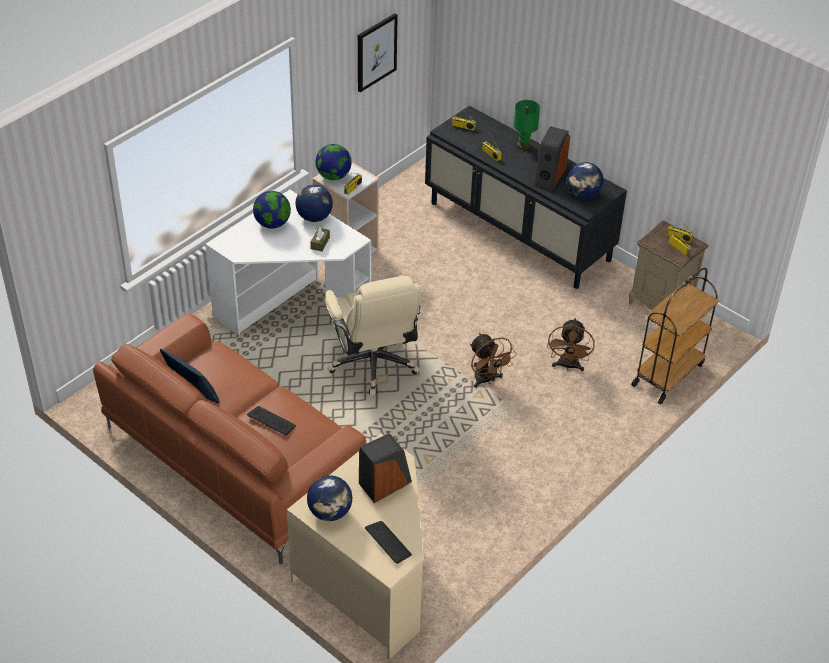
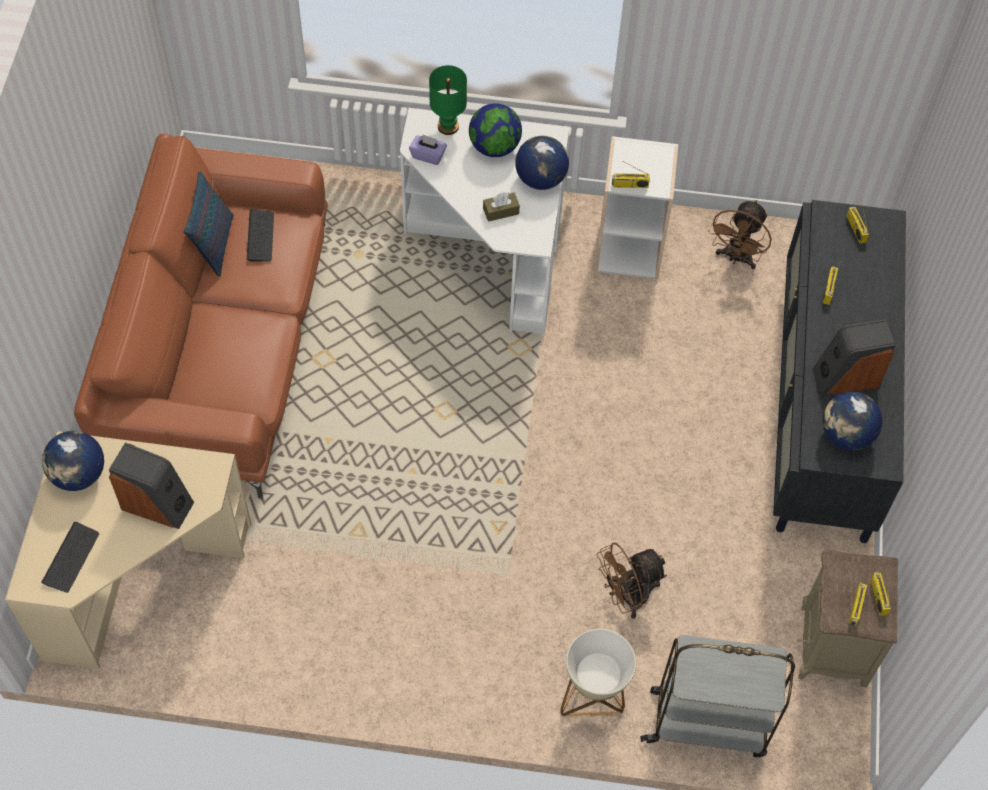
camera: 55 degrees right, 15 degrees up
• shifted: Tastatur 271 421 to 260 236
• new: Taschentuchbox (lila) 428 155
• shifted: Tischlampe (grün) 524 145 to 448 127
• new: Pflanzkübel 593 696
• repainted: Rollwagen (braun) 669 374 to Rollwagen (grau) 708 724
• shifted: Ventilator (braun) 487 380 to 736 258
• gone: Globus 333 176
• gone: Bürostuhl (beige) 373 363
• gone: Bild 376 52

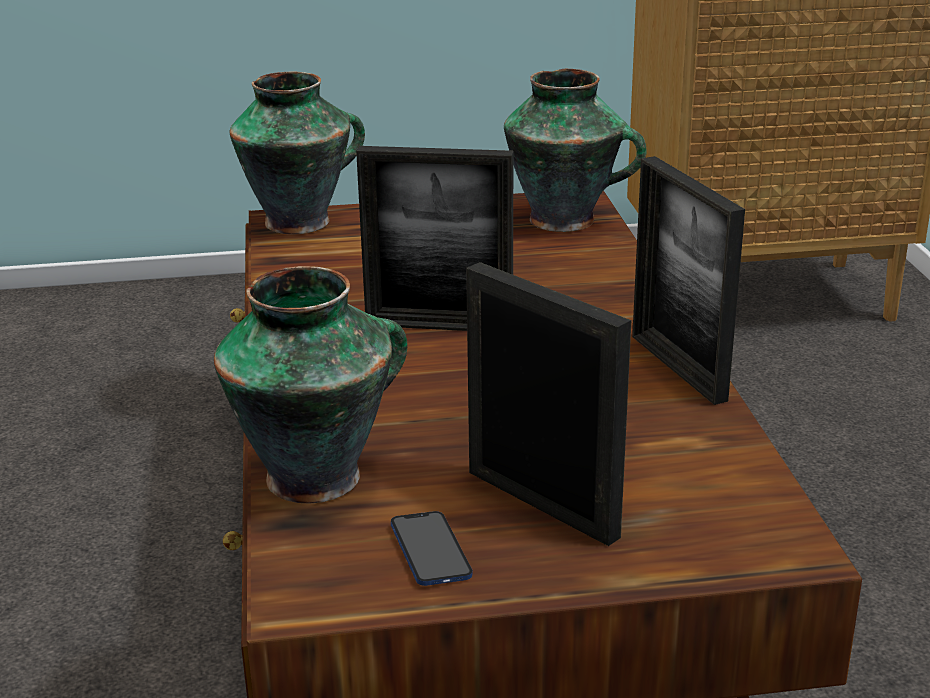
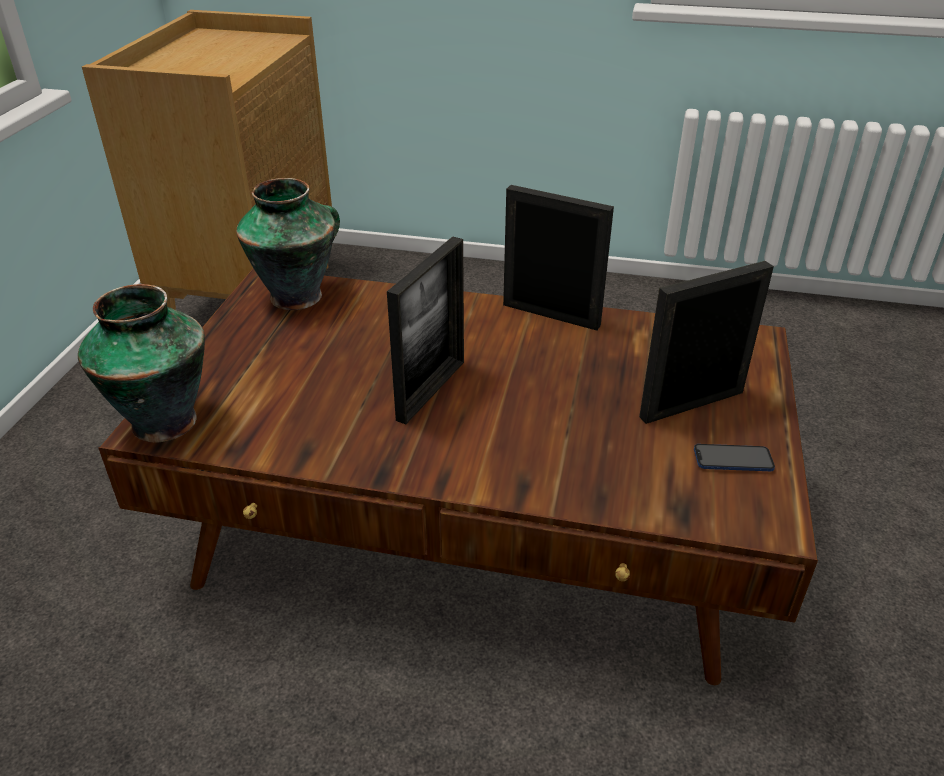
camera: 70 degrees left, 10 degrees up
• rotated: Bilderrahmen 678 367 = 551 315 150 degrees counterclockwise
• gone: Vase 318 476

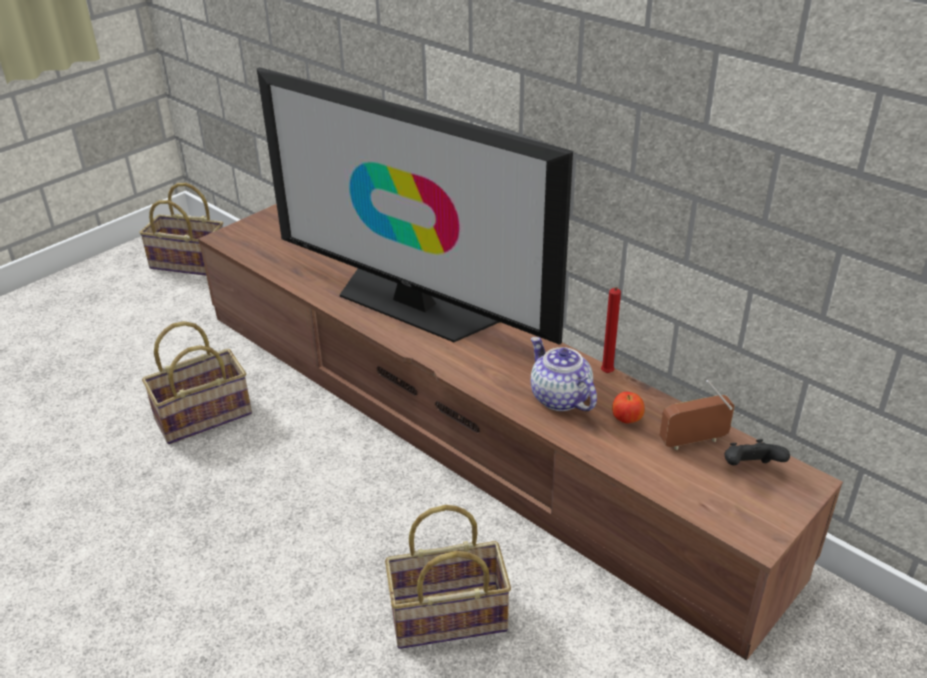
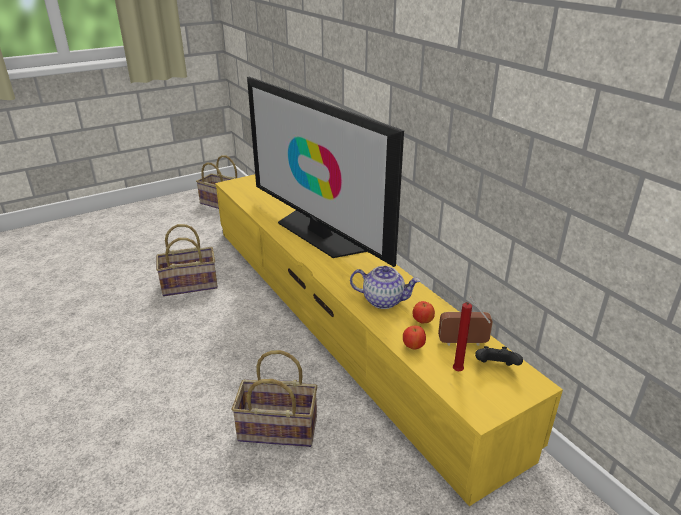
camera: 15 degrees right, 5 degrees down
• repainted: Fernsehschrank (braun) 465 426 to Fernsehschrank (gelb) 341 318
• rotated: Teekanne 559 398 = 384 300 120 degrees clockwise
• new: Apfel 413 346
• shifted: Kerze (rot) 606 374 to 457 372

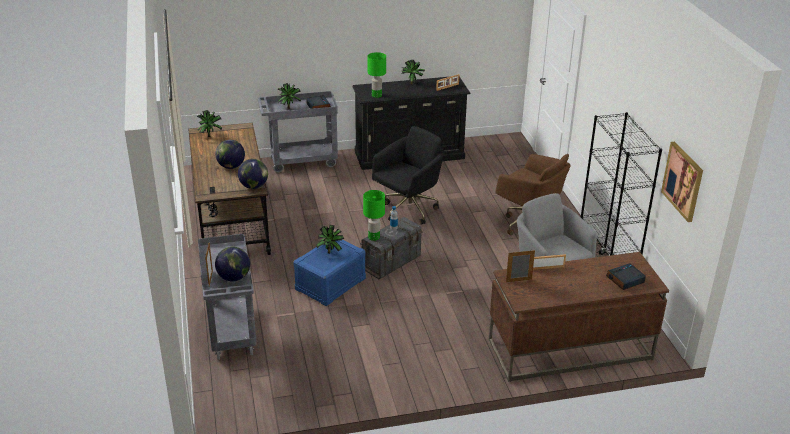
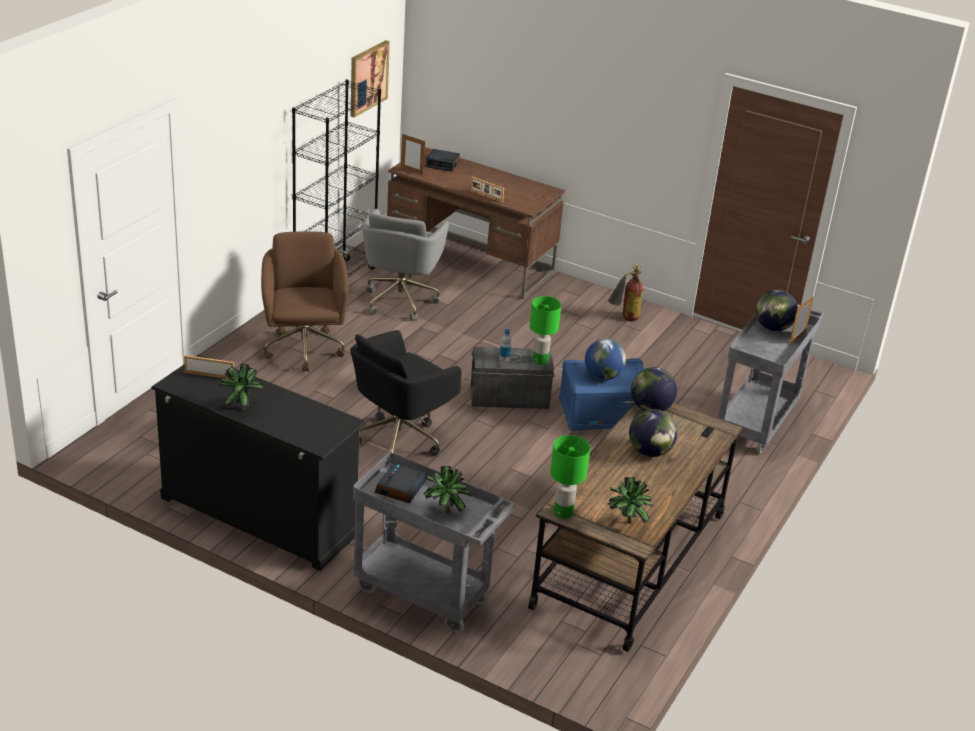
camera: 140 degrees left, 0 degrees up
• rotated: Bürostuhl (schwarz) 408 211 = 401 439 45 degrees counterclockwise
• shifted: Bilderrahmen 518 281 to 412 171
• shifted: Tischlampe (grün) 376 95 to 563 513
• swapped: Topfpflanze 331 252 to Globus 603 376
• new: Feuerlöscher 624 319

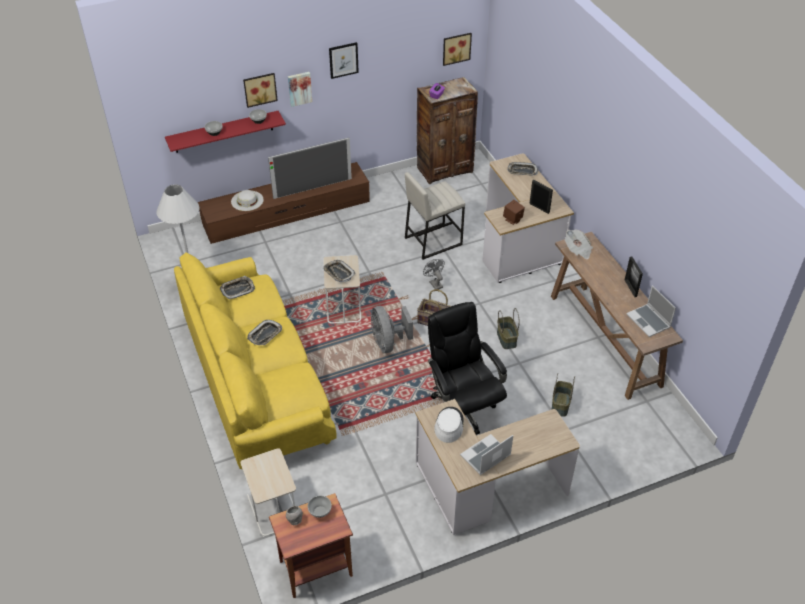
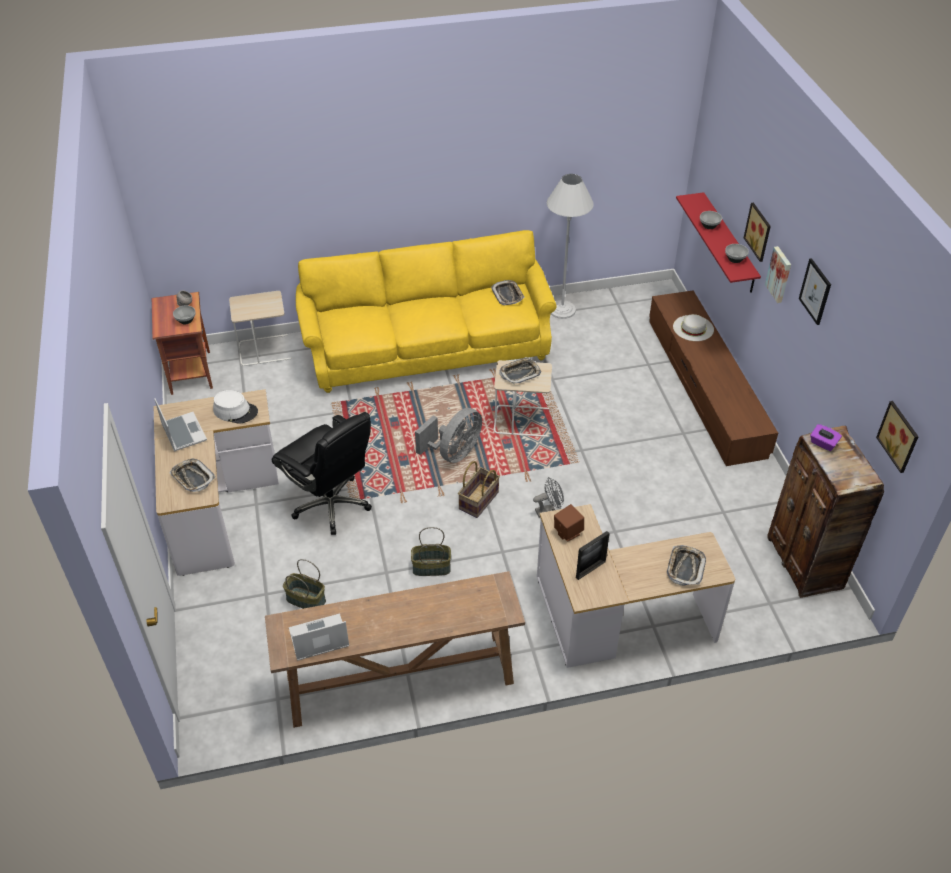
camera: 100 degrees right, 0 degrees up
• shifted: Tablett 265 335 to 192 478
• rotated: Bürostuhl (schwarz) 462 411 = 330 503 60 degrees clockwise
• rotated: Ventilator (grau) 388 342 = 454 453 135 degrees clockwise
• gone: Fernseher 312 188
• gone: Hocker (beige) 433 241
• gone: Zeitung 578 250
• gone: Bilderrahmen 630 288

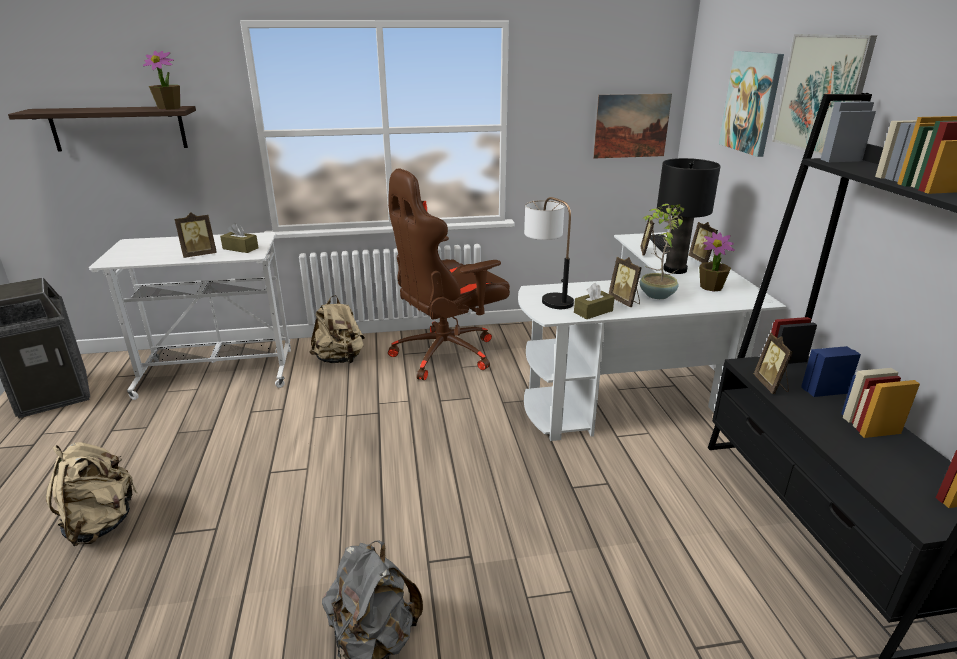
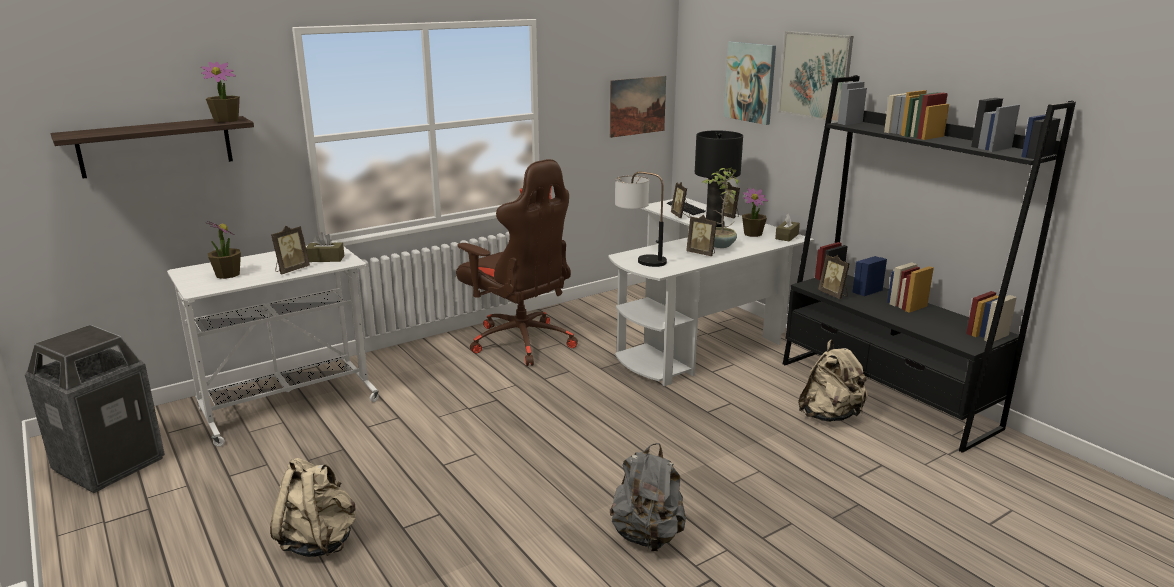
camera: 25 degrees left, 5 degrees down
• new: Topfpflanze 227 274
• rotated: Bürostuhl (braun) 451 352 = 516 340 75 degrees counterclockwise
• shifted: Taschentuchbox (braun) 593 311 to 787 236
• shifted: Rucksack (beige) 340 359 to 830 416

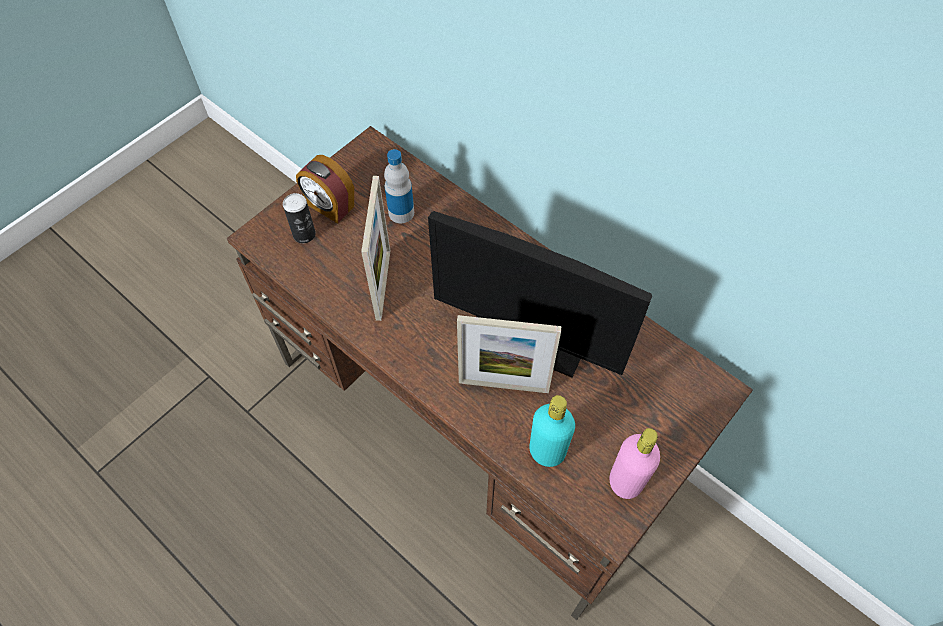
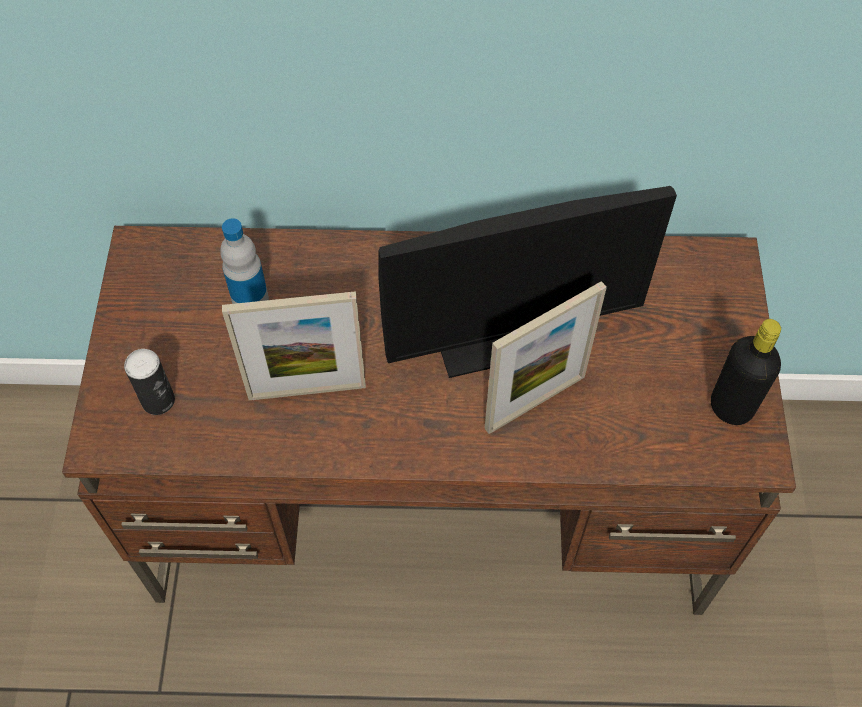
camera: 40 degrees left, 0 degrees up
• rotated: Bilderrahmen 383 284 = 307 391 120 degrees clockwise
• repainted: Flasche (rosa) 625 481 to Flasche (schwarz) 731 407
• gone: Wecker 330 207
• gone: Flasche (türkis) 547 451

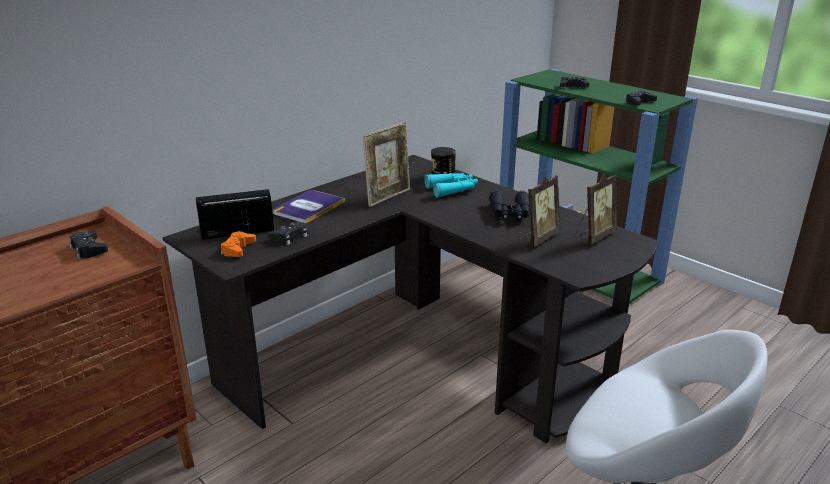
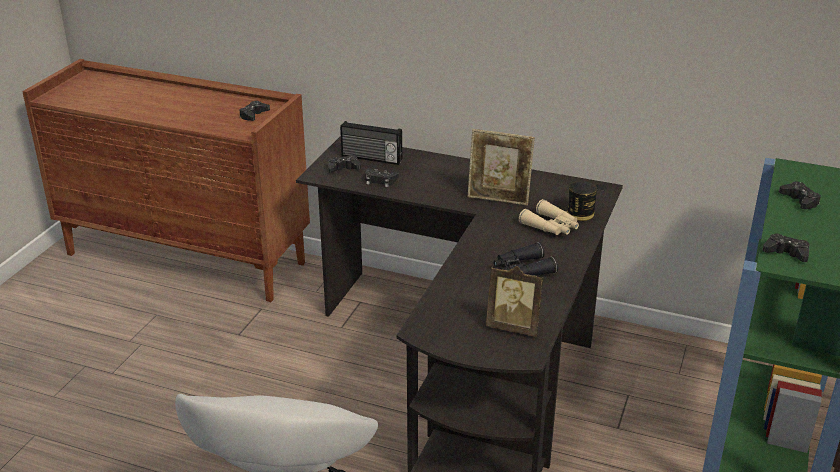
camera: 65 degrees right, 5 degrees up
• repainted: Gamepad (orange) 238 249 to Gamepad (schwarz) 343 168
• rotated: Radio 237 231 = 371 158 150 degrees clockwise
• repainted: Fernglas (türkis) 452 189 to Fernglas (beige) 551 227
• gone: Buch 308 207
• gone: Bilderrahmen 537 238

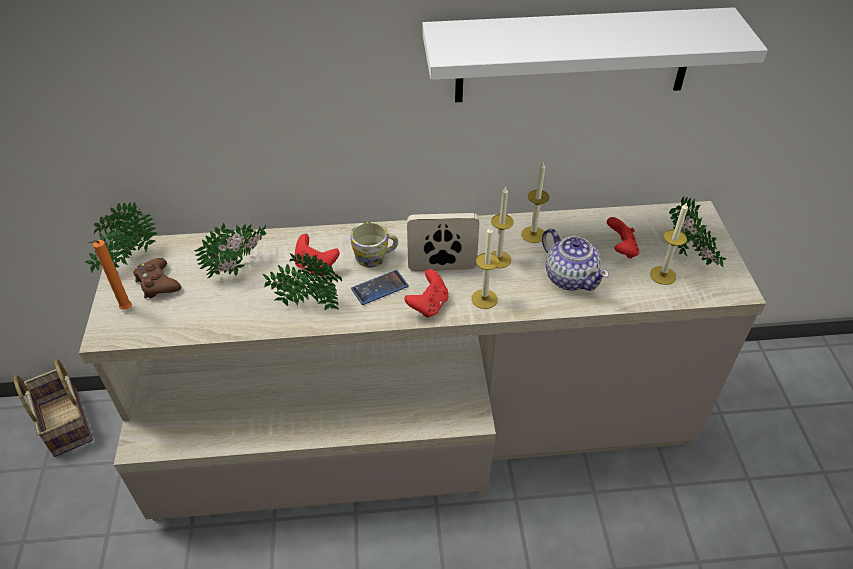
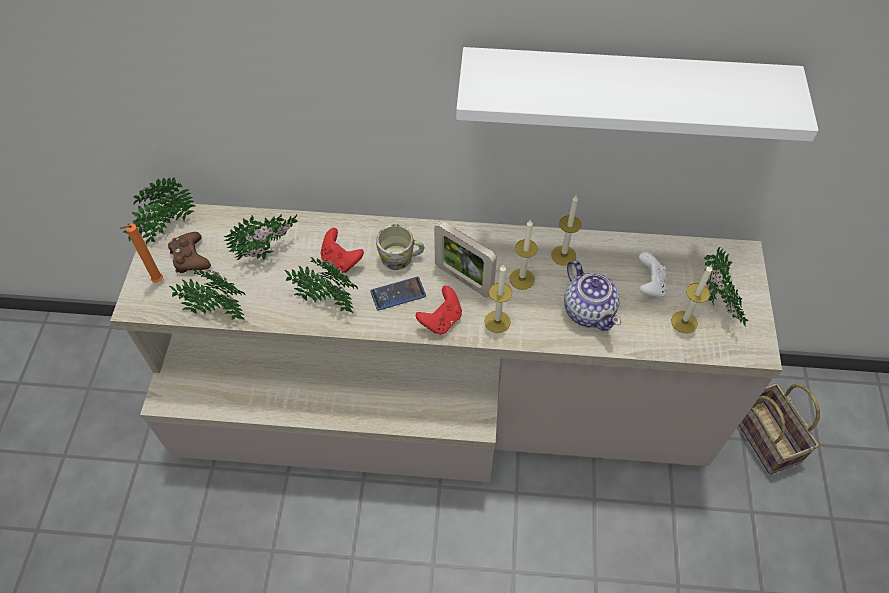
camera: 10 degrees right, 10 degrees up
• new: Topfpflanze 216 311
• rotated: Bilderrahmen 442 267 = 463 279 150 degrees counterclockwise
• repainted: Gamepad (rot) 621 249 to Gamepad (weiß) 649 285
• shifted: Korb 68 423 to 768 439

